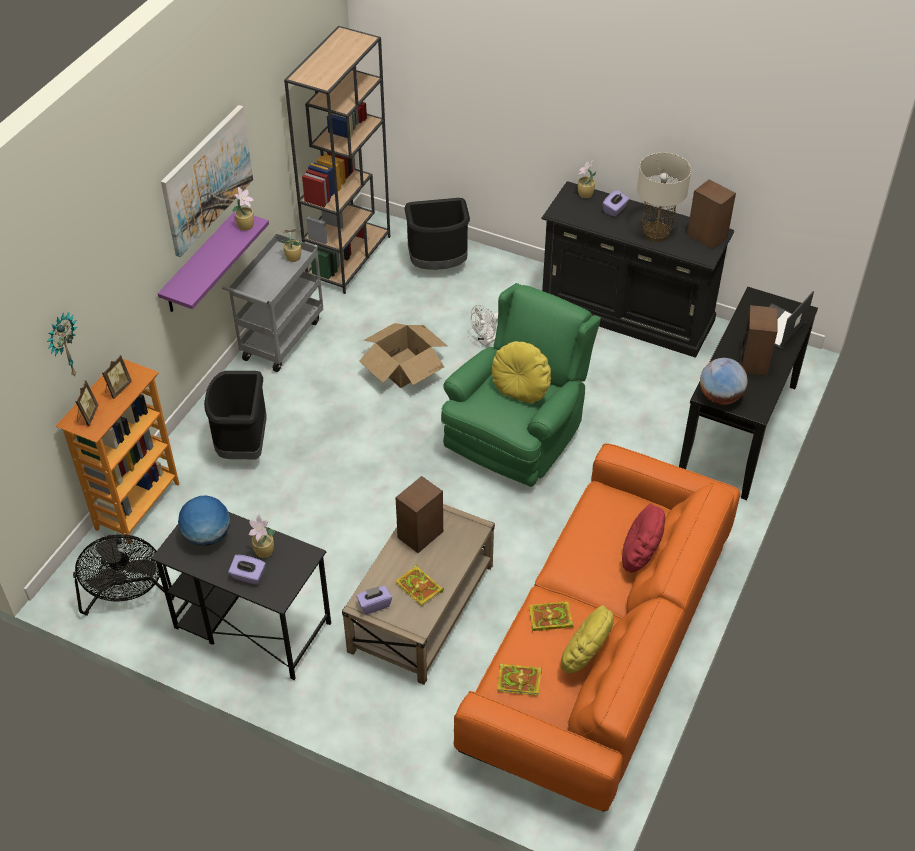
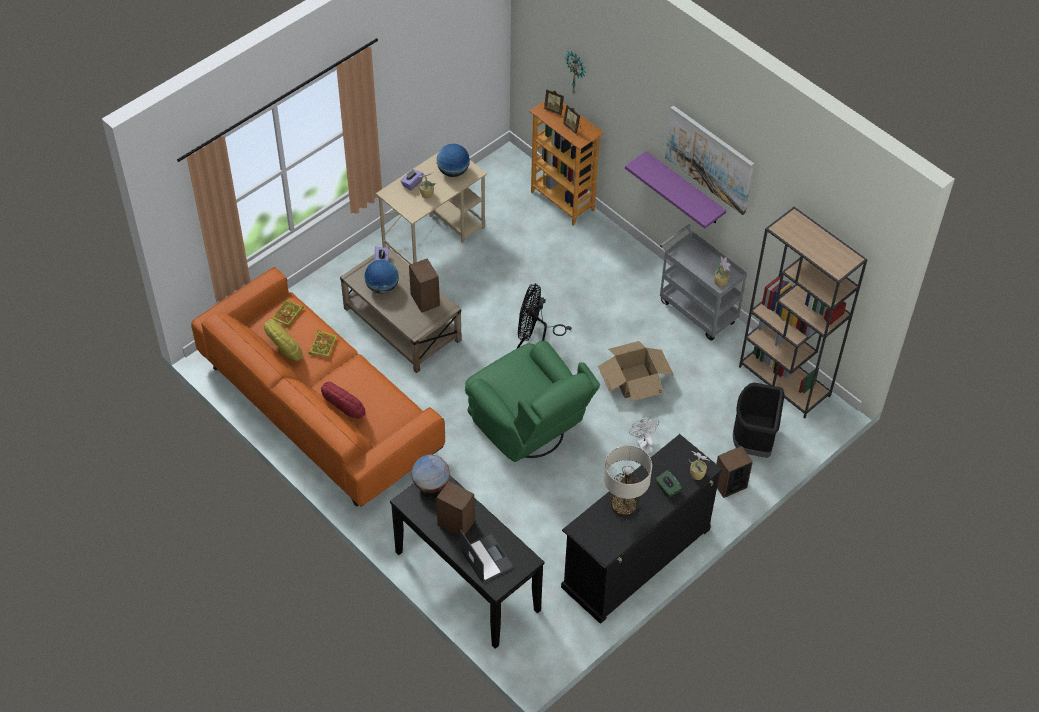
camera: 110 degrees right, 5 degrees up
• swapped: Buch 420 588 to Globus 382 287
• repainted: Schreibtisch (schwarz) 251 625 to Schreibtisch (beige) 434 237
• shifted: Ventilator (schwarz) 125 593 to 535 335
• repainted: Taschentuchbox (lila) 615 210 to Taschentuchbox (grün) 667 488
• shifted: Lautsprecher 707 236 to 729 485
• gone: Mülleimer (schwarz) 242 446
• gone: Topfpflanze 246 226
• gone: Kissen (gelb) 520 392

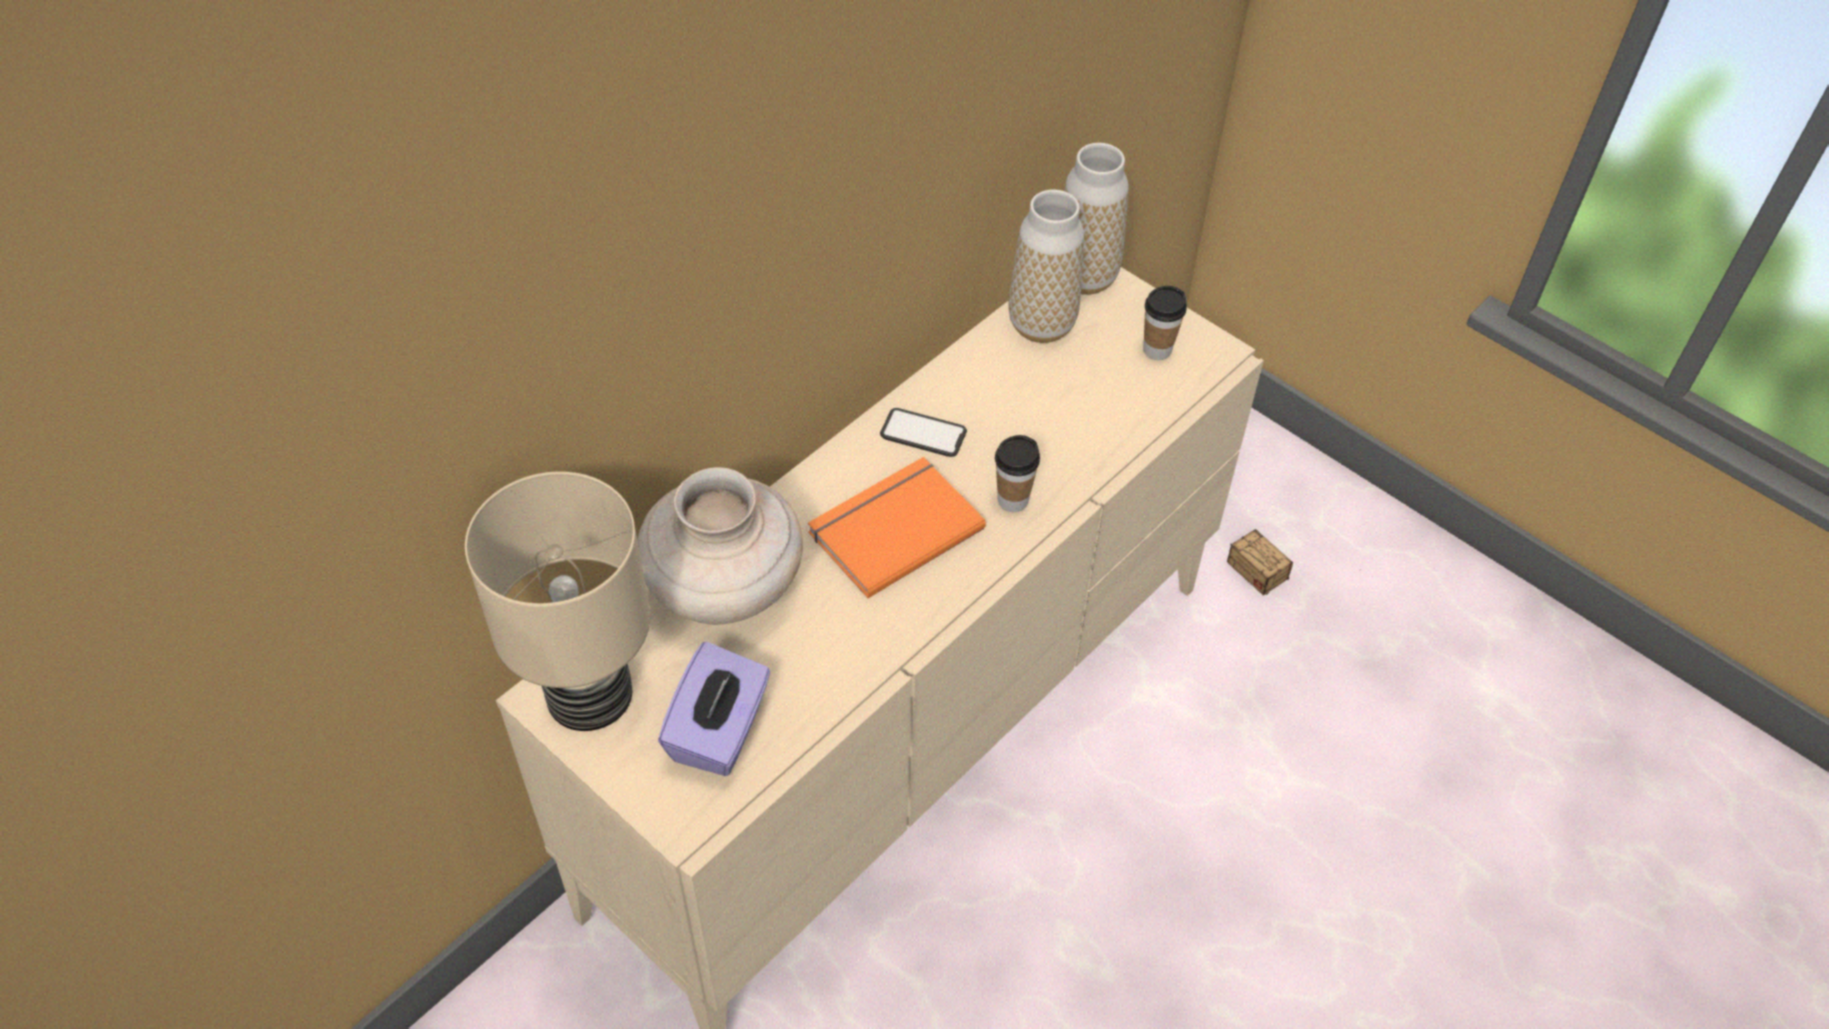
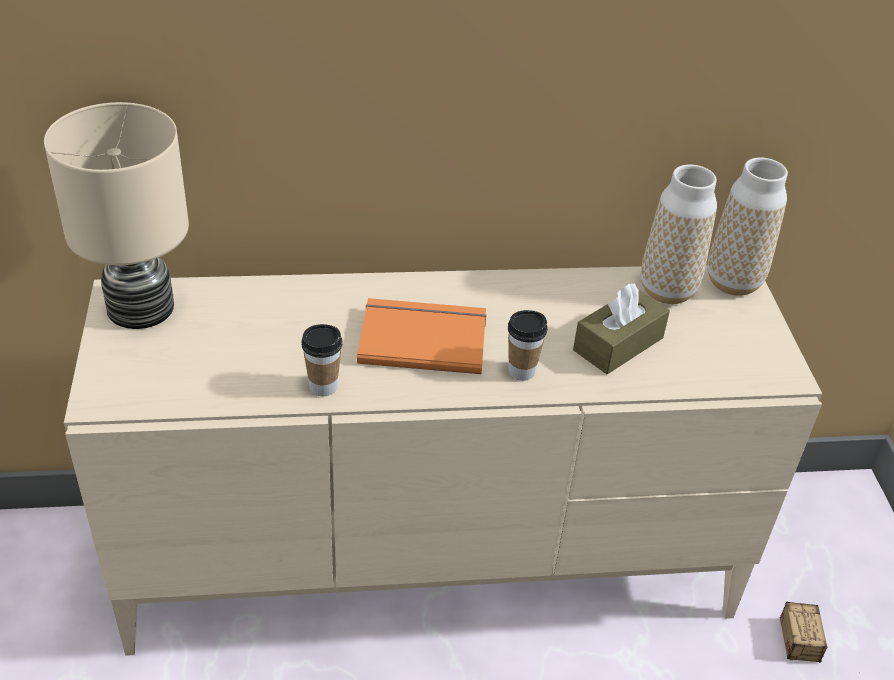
camera: 40 degrees right, 10 degrees down
• shifted: Tasse 1157 350 to 323 386
• new: Taschentuchbox (braun) 618 344
• gone: Vase (beige) 724 589
• gone: Taschentuchbox (lila) 719 731
• gone: Handy 923 433

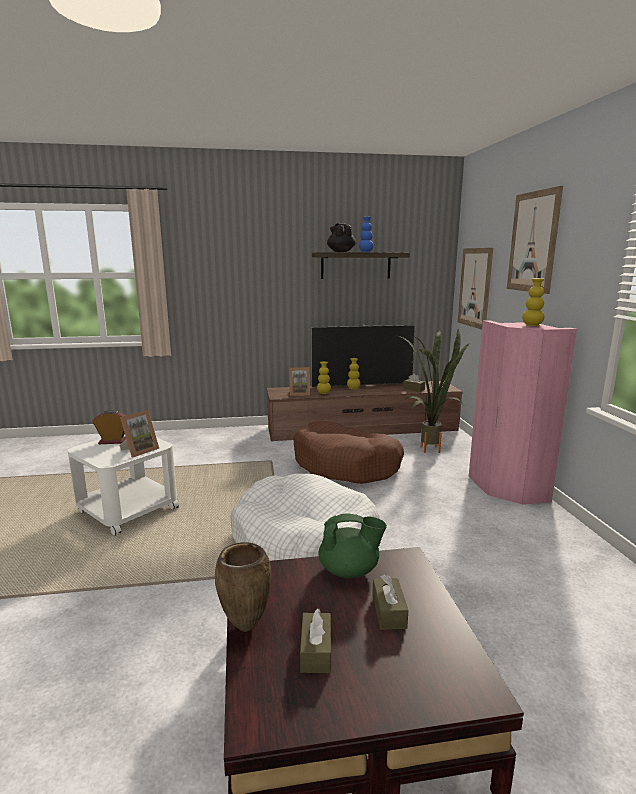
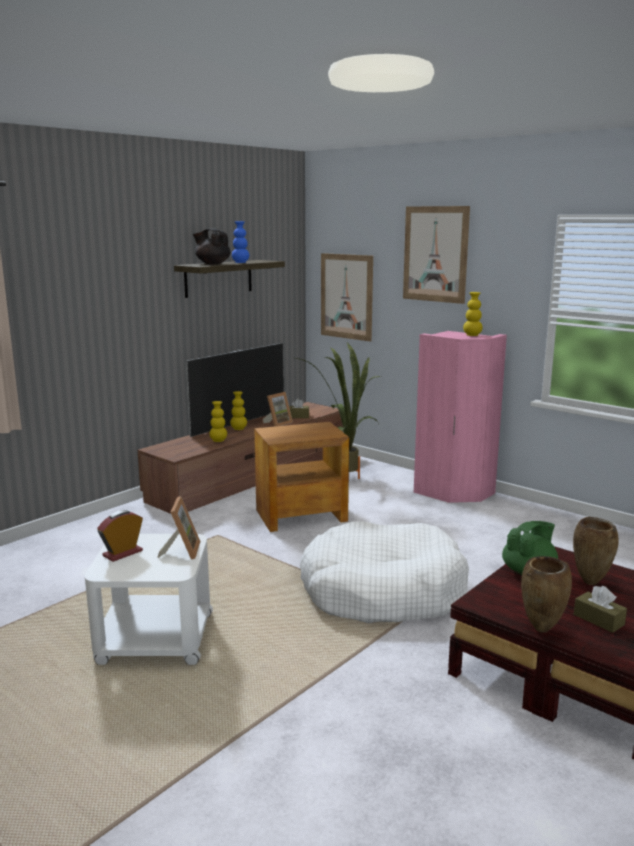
camera: 40 degrees left, 0 degrees up
• swapped: Hundebett (braun) 346 465 to Beistelltisch (braun) 300 515
• shifted: Bilderrahmen 299 393 to 278 423
• swapped: Taschentuchbox (braun) 389 612 to Vase (braun) 591 583

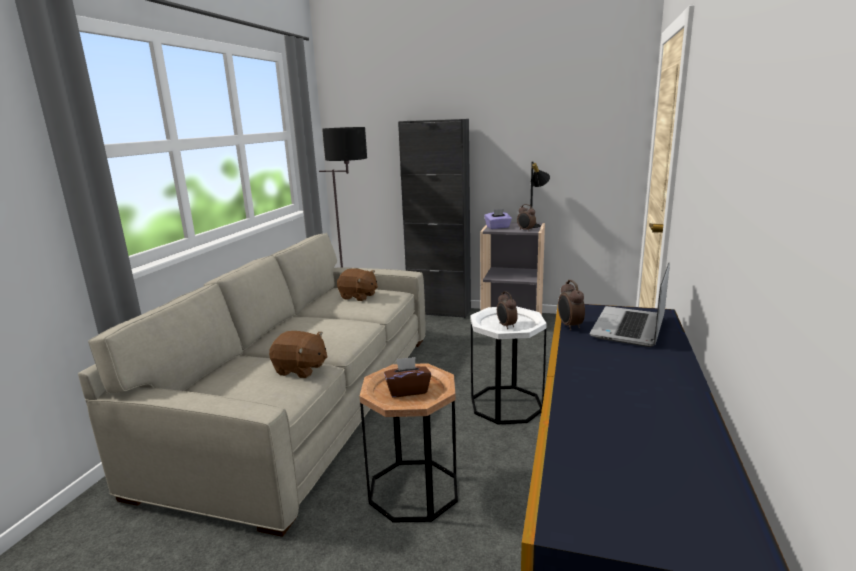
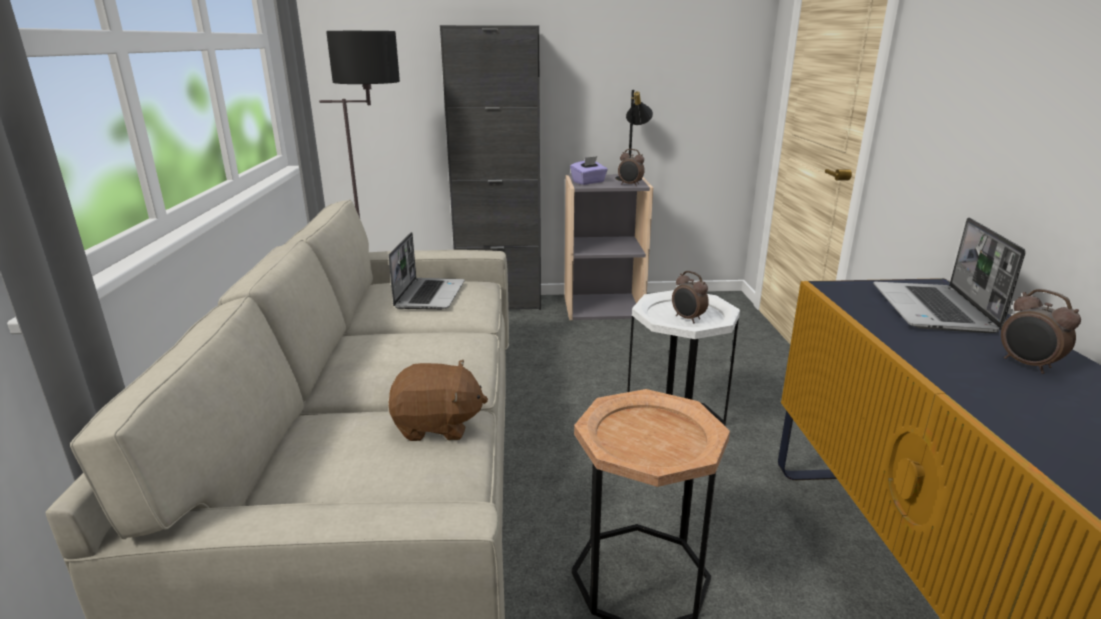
camera: 20 degrees left, 5 degrees up
• swapped: Plüschtier (braun) 358 296 to Laptop 429 295
• shifted: Wecker 569 326 to 1027 365
• gone: Taschentuchbox (braun) 408 390

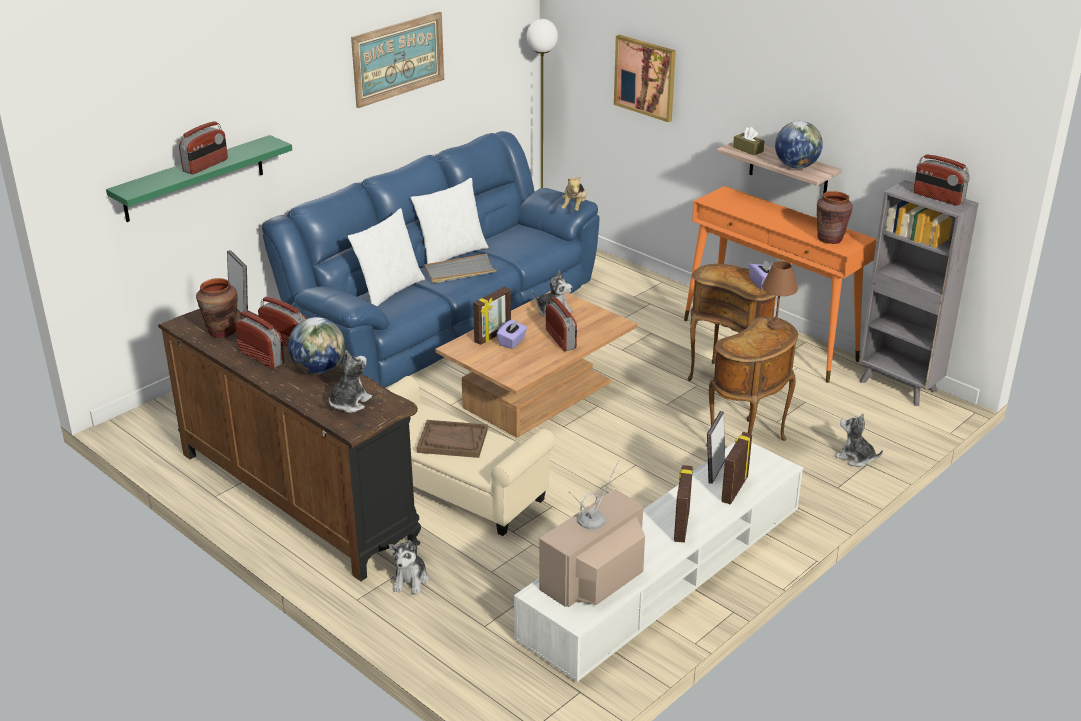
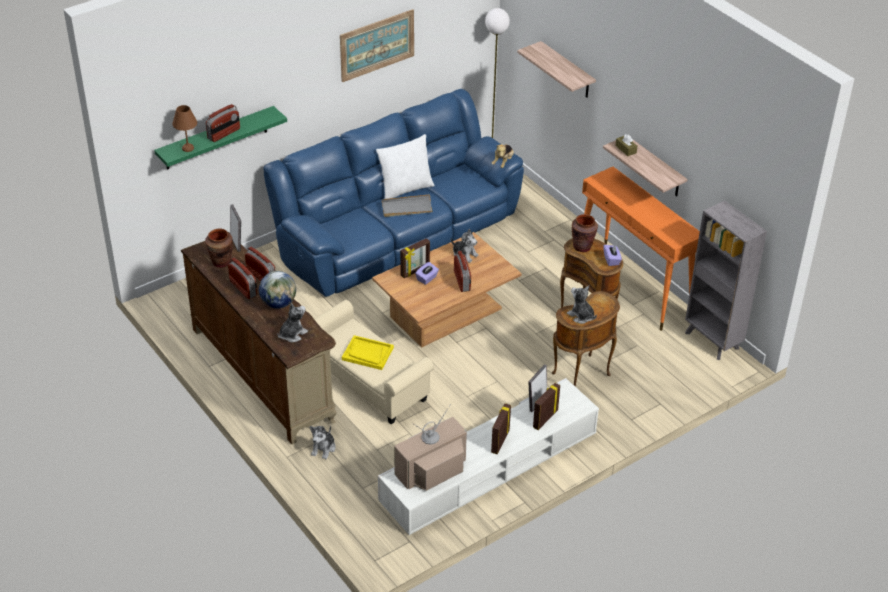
camera: 10 degrees right, 10 degrees up
• shifted: Tischlampe (braun) 775 326 to 187 148
• repainted: Schrank (schwarz) 298 495 to Schrank (beige) 264 373
• repainted: Tablett (braun) 452 441 to Tablett (gelb) 367 354
• swapped: Bild 645 77 to Wandregal 567 71
• shifted: Plüschtier 855 458 to 581 316
• shifted: Vase (braun) 830 239 to 582 247
• gone: Kissen (weiß) 389 290
• gone: Globus 796 166
• gone: Radio 938 198

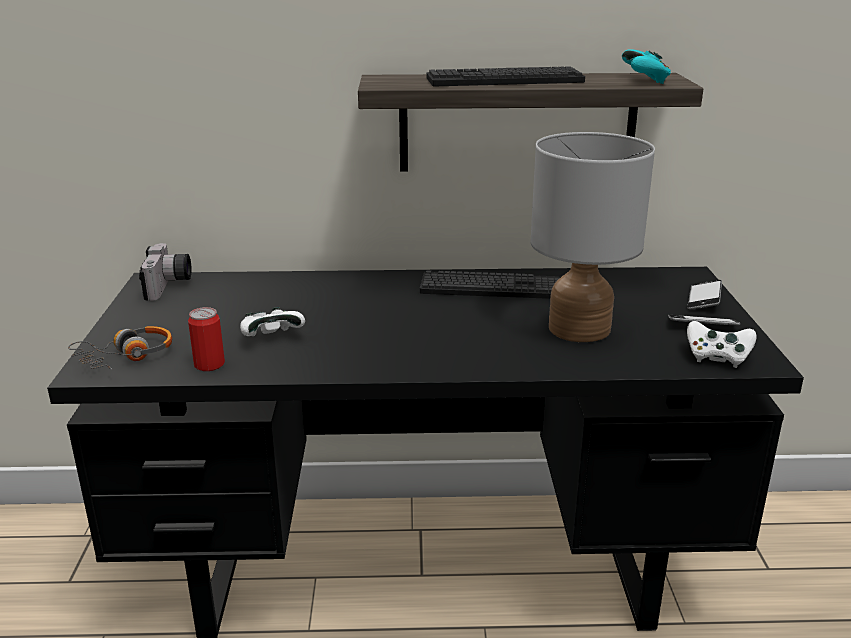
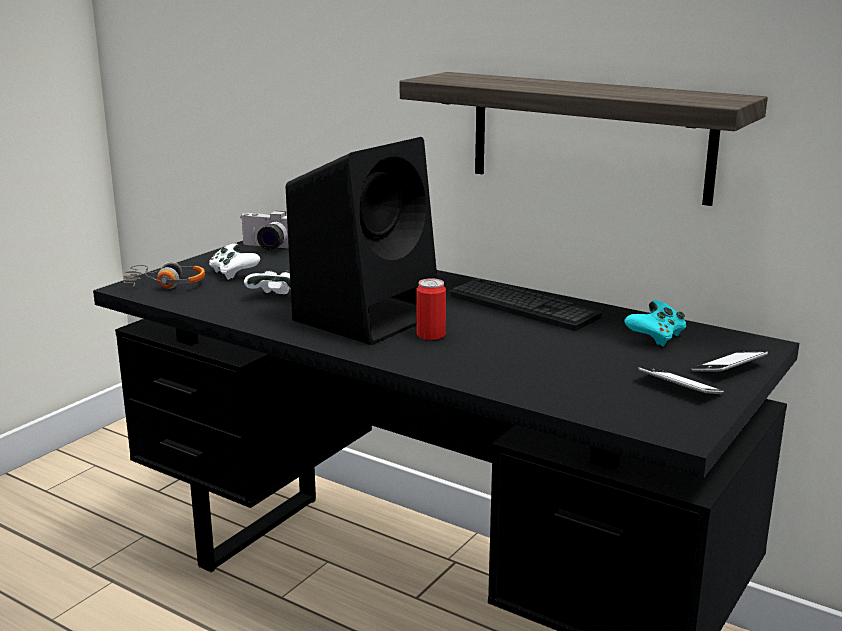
camera: 35 degrees right, 5 degrees down
• shifted: Gamepad (weiß) 717 358 to 233 273
• rotated: Kamera 169 286 = 268 248 75 degrees clockwise
• new: Lautsprecher (schwarz) 368 316
• shifted: Dose 209 364 to 431 335
• shifted: Gamepad (türkis) 645 81 to 656 338
• gone: Tastatur 504 80
• gone: Tischlampe (grau) 578 329

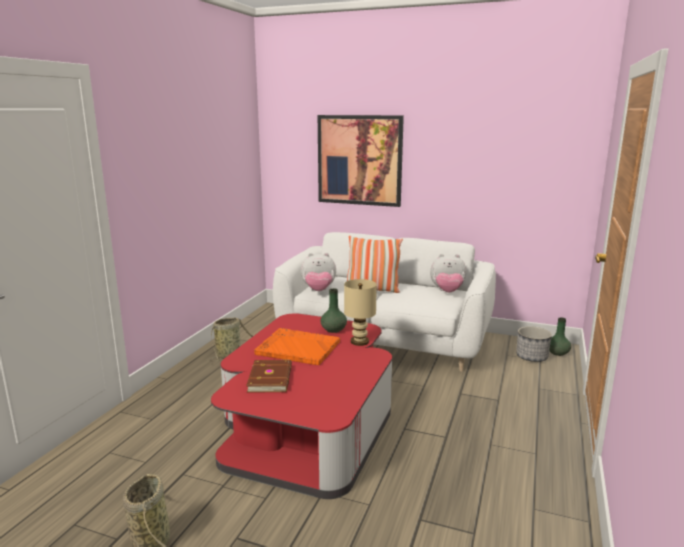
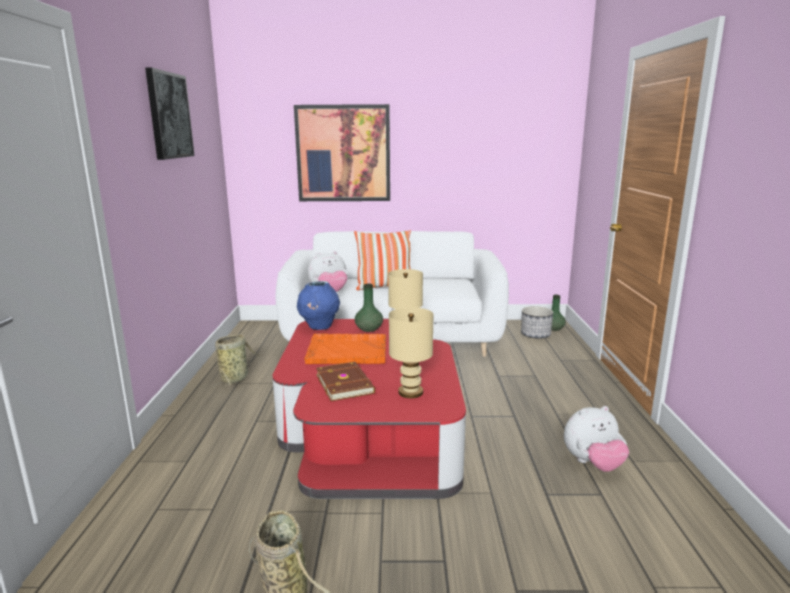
camera: 20 degrees left, 0 degrees up
• new: Bild 169 115
• new: Vase (blau) 319 327
• new: Tischlampe (beige) 410 392
• shifted: Plüschtier 447 292 to 593 464

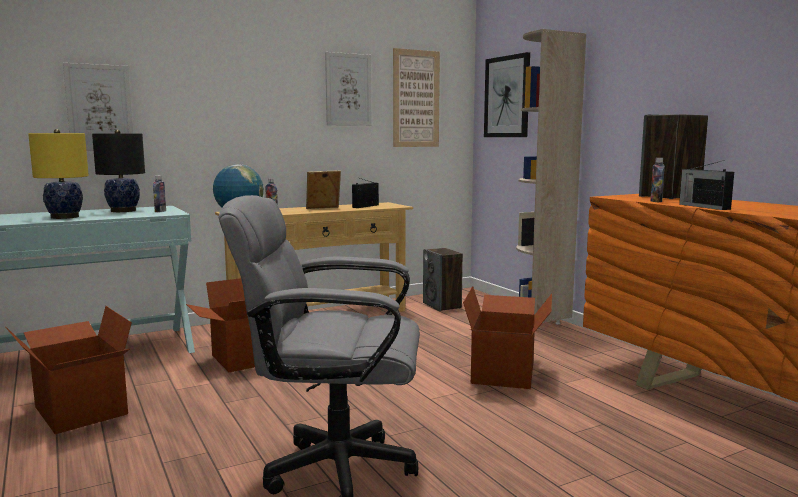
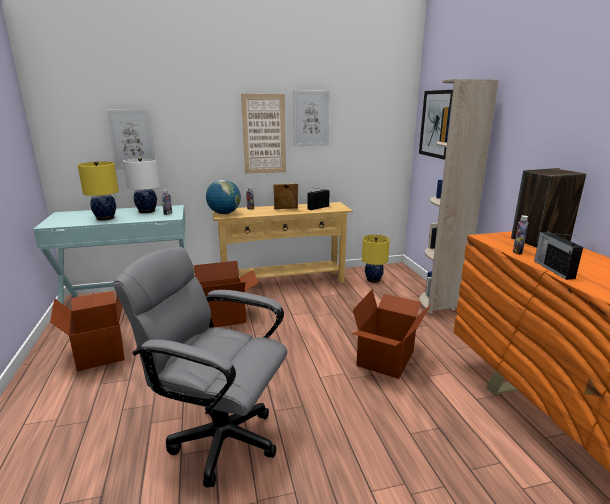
camera: 15 degrees right, 10 degrees up
• repainted: Tischlampe (schwarz) 123 211 to Tischlampe (weiß) 146 211
• shifted: Bild 416 99 to 264 134
• swapped: Lautsprecher 442 305 to Tischlampe (gelb) 373 280

